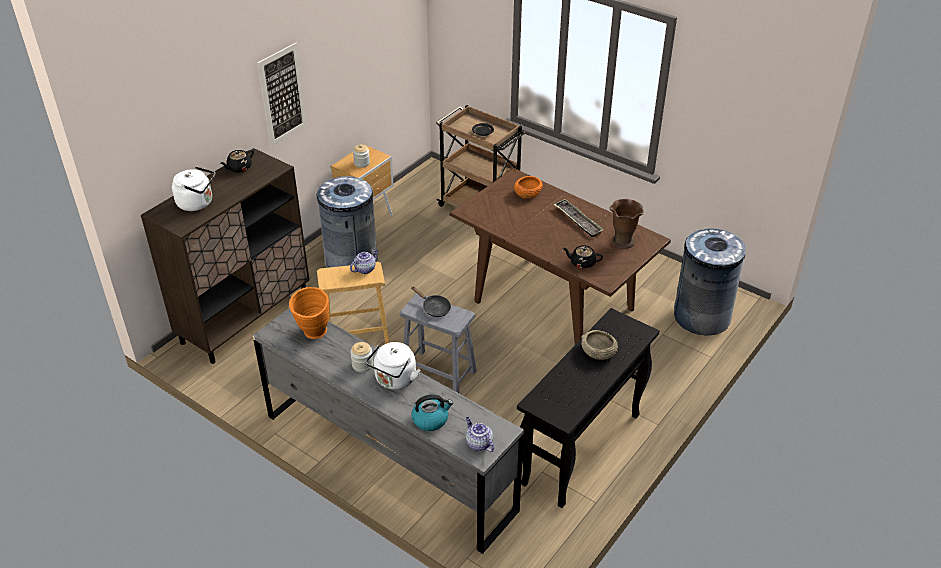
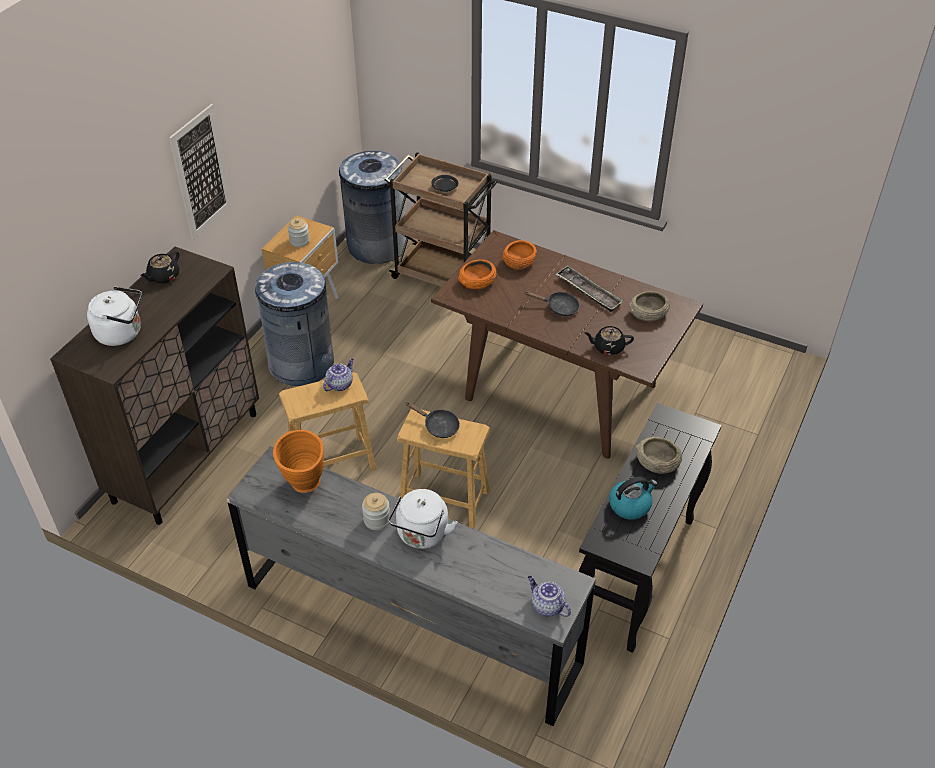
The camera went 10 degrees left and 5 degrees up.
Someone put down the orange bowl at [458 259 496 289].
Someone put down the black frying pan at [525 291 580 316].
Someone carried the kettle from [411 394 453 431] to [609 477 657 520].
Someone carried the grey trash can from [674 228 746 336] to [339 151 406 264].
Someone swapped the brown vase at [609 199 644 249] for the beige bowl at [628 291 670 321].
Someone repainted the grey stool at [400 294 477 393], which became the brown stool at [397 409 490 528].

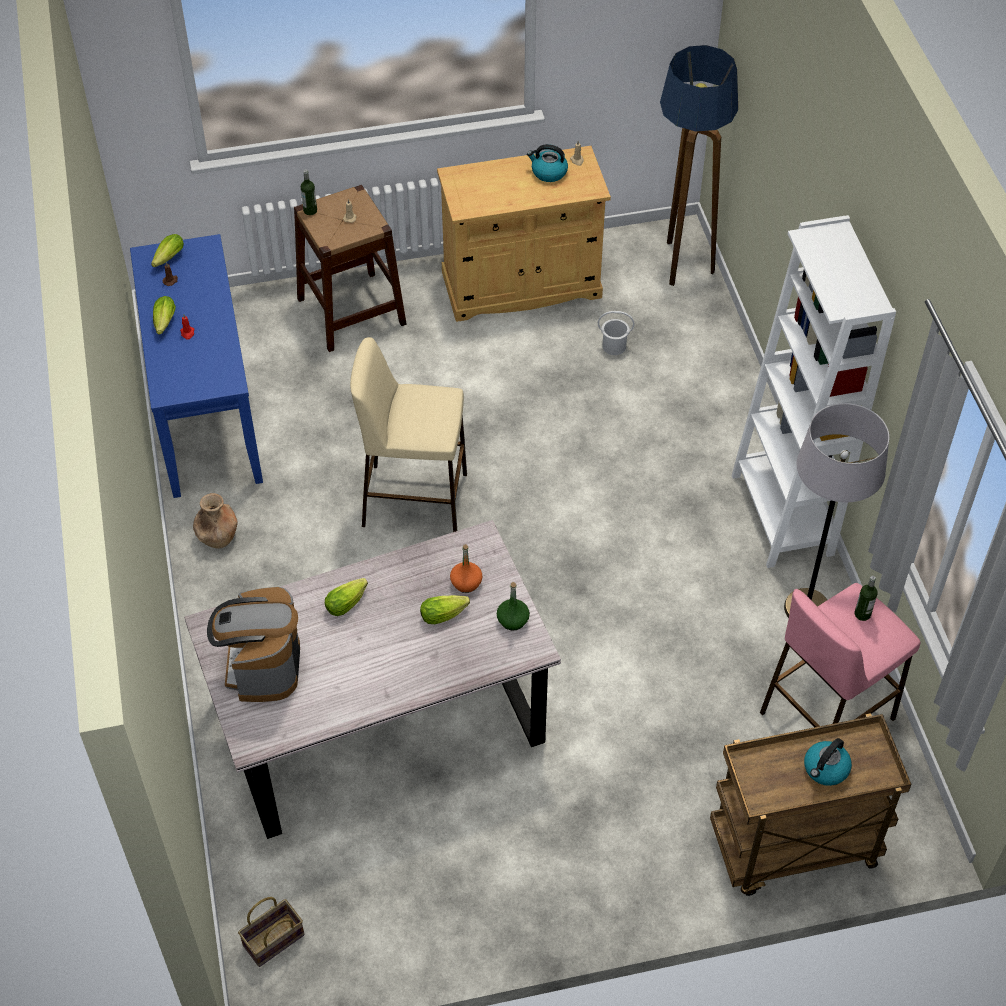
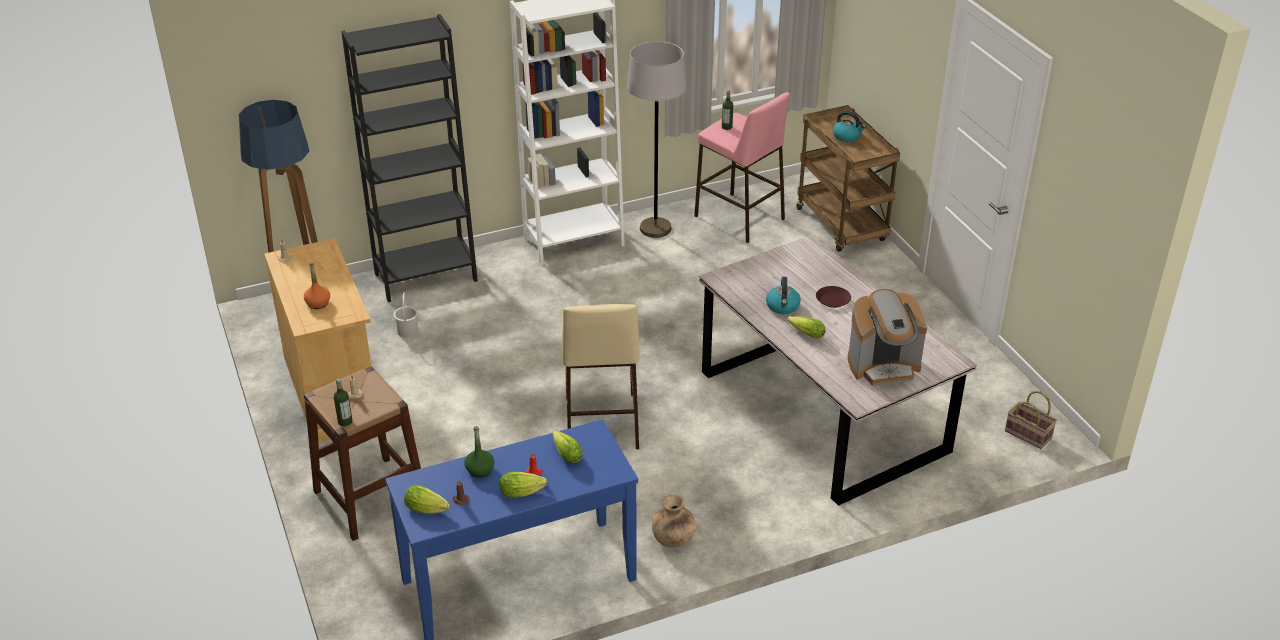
The camera went 100 degrees left and 15 degrees down.
Someone put down the black bookcase at [341 14 478 302].
Someone put down the brown plate at [816 286 851 308].
Someone carried the lettuce from [420 595 470 624] to [553 430 583 463].
Someone carried the orange bottle from [450 544 482 593] to [304 262 330 309].
Someone carried the green bottle from [497 582 530 631] to [464 426 494 478].
Someone carried the kettle from [527 144 568 182] to [766 277 801 314].

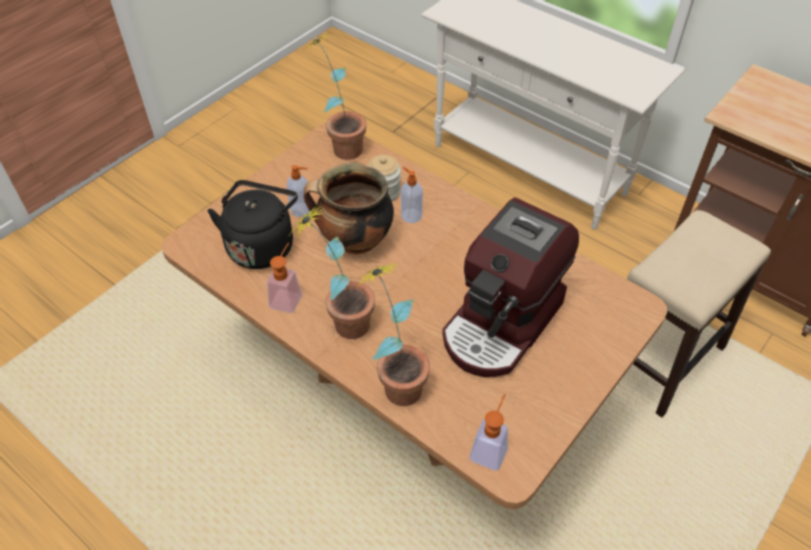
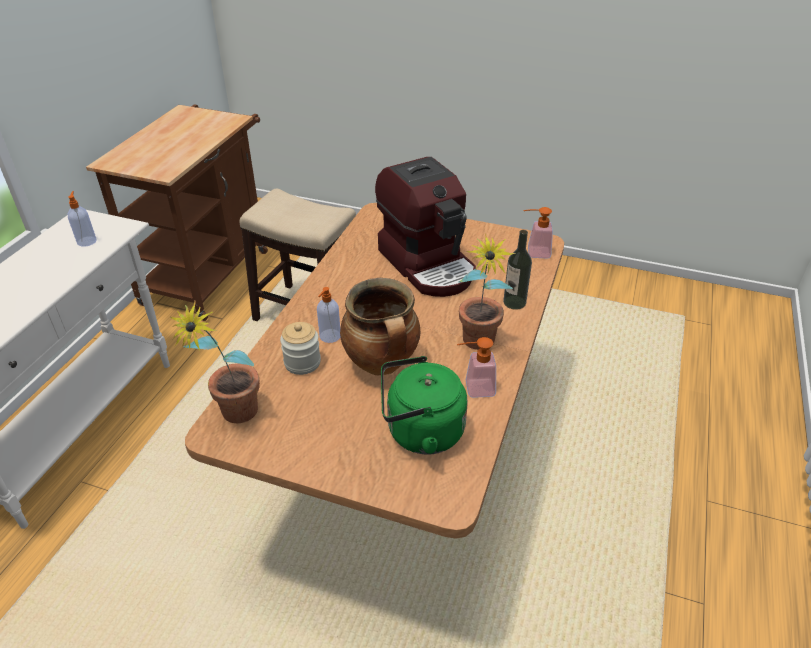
The camera went 110 degrees left and 10 degrees down.
Someone carried the soap dispenser from [287 165 310 217] to [67 191 97 247].
Someone swapped the potted plant at [356 262 430 406] for the bottle at [503 230 532 310].
Someone repainted the black kettle at [207 180 298 269], which became the green kettle at [381 356 468 454].
Someone rotated the coffee machine at [442 197 579 377] by 45 degrees clockwise.

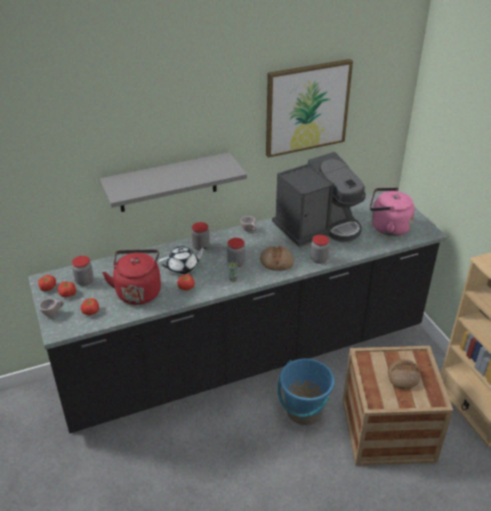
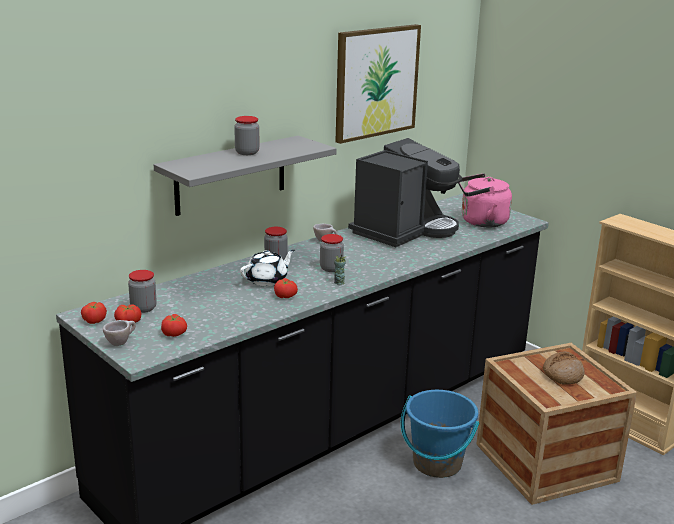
The camera went 20 degrees left and 15 degrees down.
Someone took away the red kettle at [102 249 161 305].
Someone took away the bread at [260 246 294 271].
Someone carried the jar from [310 235 330 264] to [234 116 259 155].

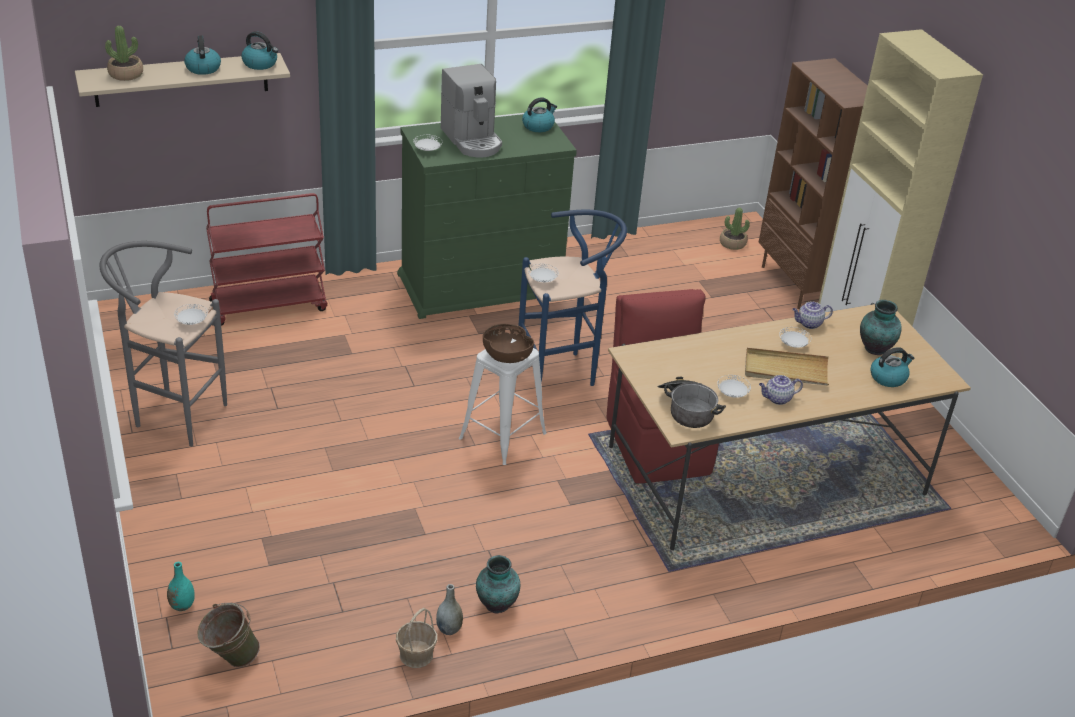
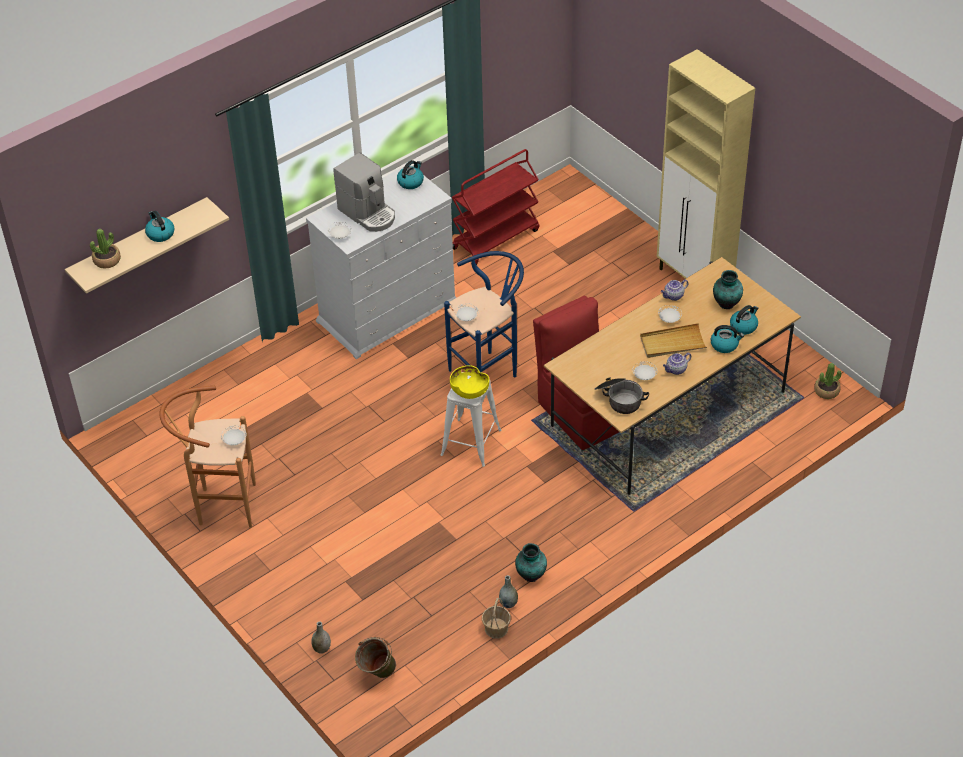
The camera went 15 degrees left and 10 degrees up.
Someone took away the brown bookcase at [759 58 868 309].
Someone carried the red cart from [206 193 327 326] to [452 149 539 265].
Someone carried the kettle from [242 31 278 70] to [711 325 744 353].
Someone carried the potted plant from [720 208 750 250] to [814 363 842 399].
Someone repainted the grey stool at [100 241 227 447], which became the brown stool at [159 386 256 528].
Someone repainted the turquoise vase at [167 562 195 611], which became the grey vase at [311 621 331 654].
Someone repainted the green dresser at [397 114 577 319], which became the white dresser at [306 165 456 359].
Someone repainted the brown bowl at [483 324 534 363], which became the yellow bowl at [450 365 489 399].

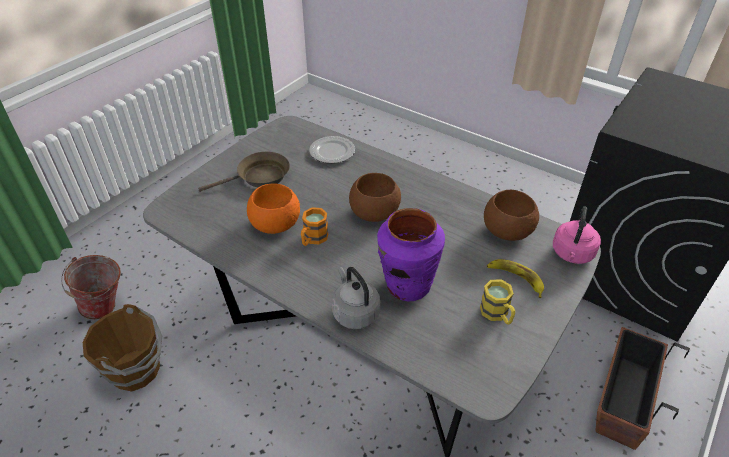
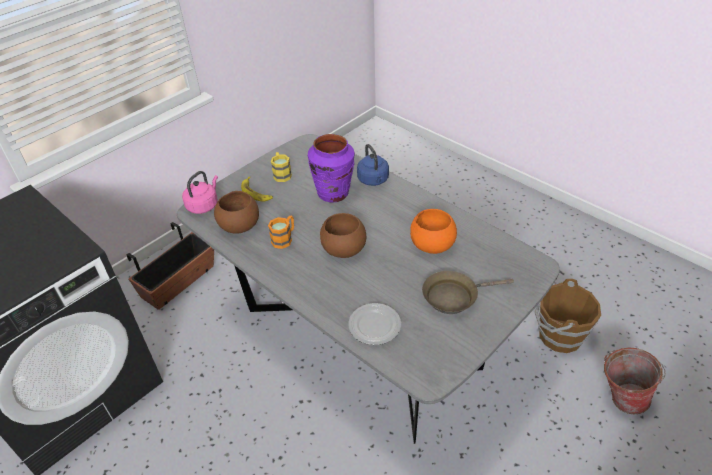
The camera went 170 degrees left and 0 degrees up.
Someone carried the orange mug from [301 207 328 246] to [268 216 294 249].
Someone repainted the grey kettle at [332 267 380 329], which became the blue kettle at [357 144 389 186].

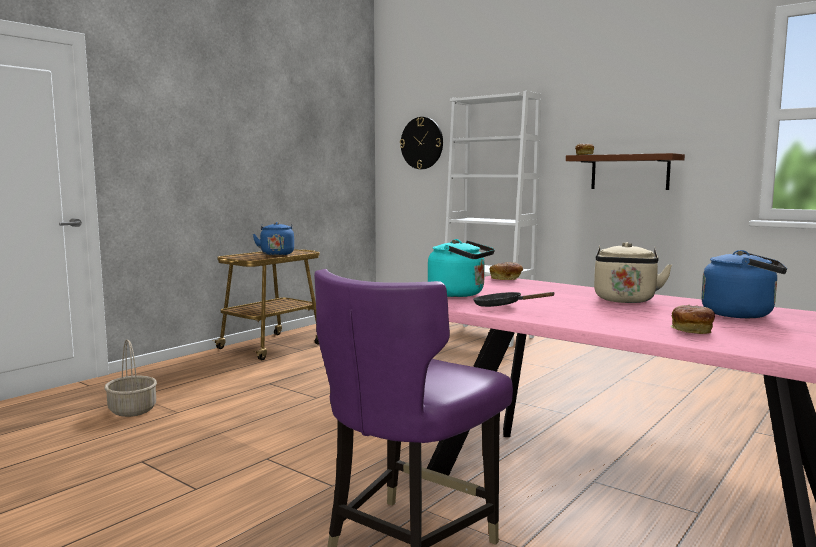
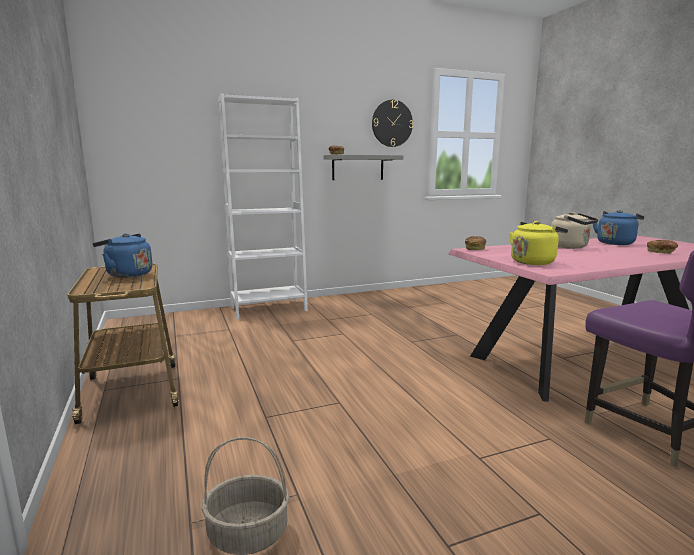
The camera went 60 degrees left and 5 degrees up.
Someone took away the black frying pan at [473 292 554 307].
Someone carried the wall clock from [400 117 443 169] to [372 100 413 147].
Someone repainted the turquoise kettle at [428 239 495 297], which became the yellow kettle at [509 221 568 265].
Someone repainted the brown shelf at [566 153 685 190], which became the grey shelf at [323 154 404 180].

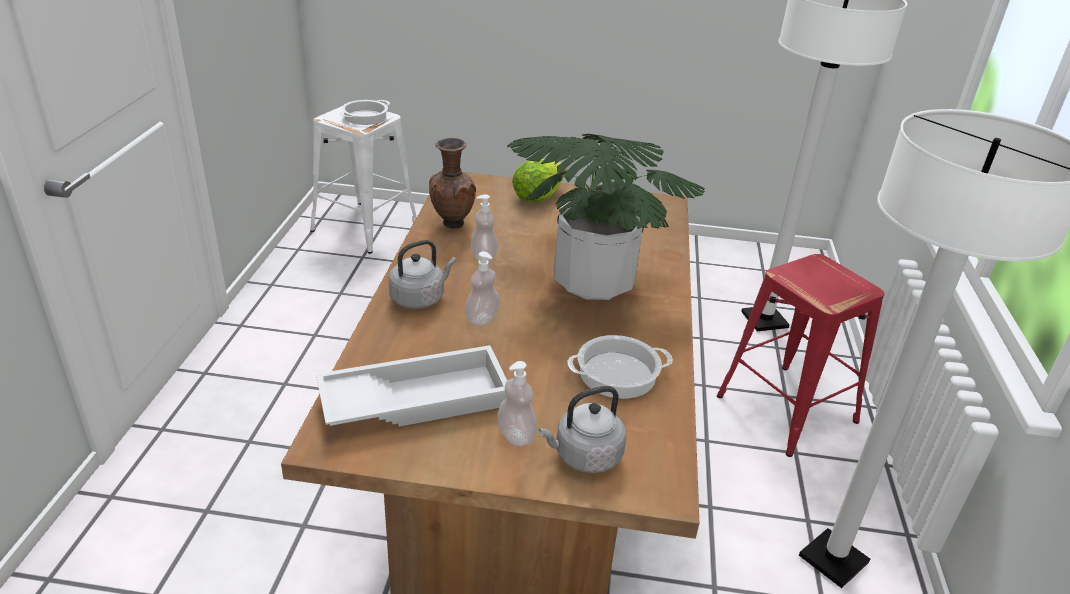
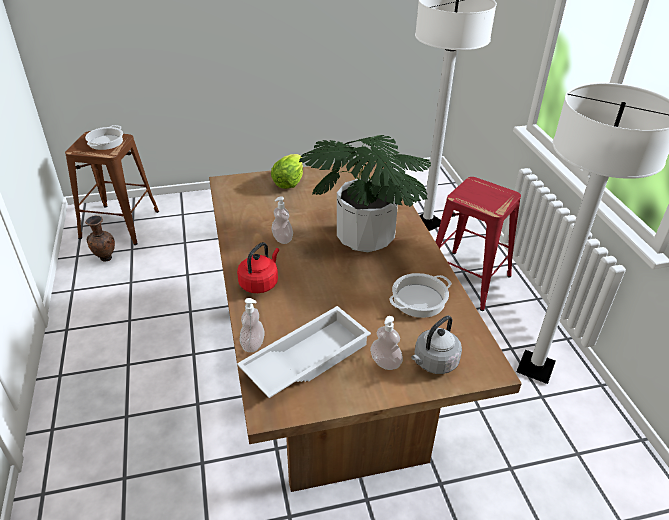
The camera went 20 degrees left and 5 degrees up.
Someone carried the brown vase from [429 137 476 229] to [85 215 115 262].
Someone carried the soap dispenser from [465 251 500 326] to [240 298 265 352].
Someone repainted the white stool at [310 106 417 254], which became the brown stool at [65 131 159 245].
Someone repainted the grey kettle at [389 240 456 309], which became the red kettle at [237 242 279 293].

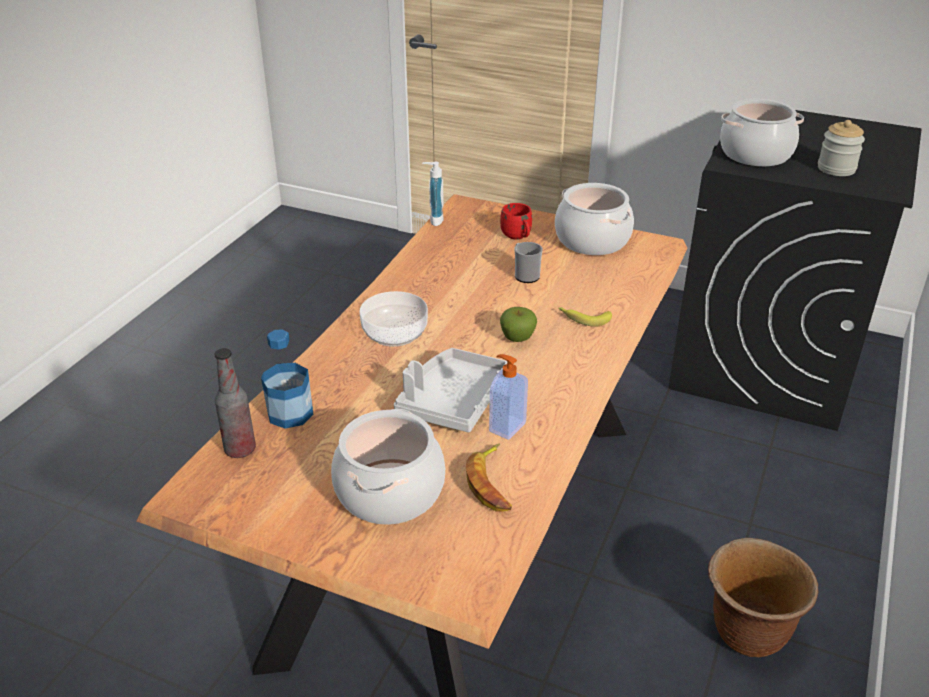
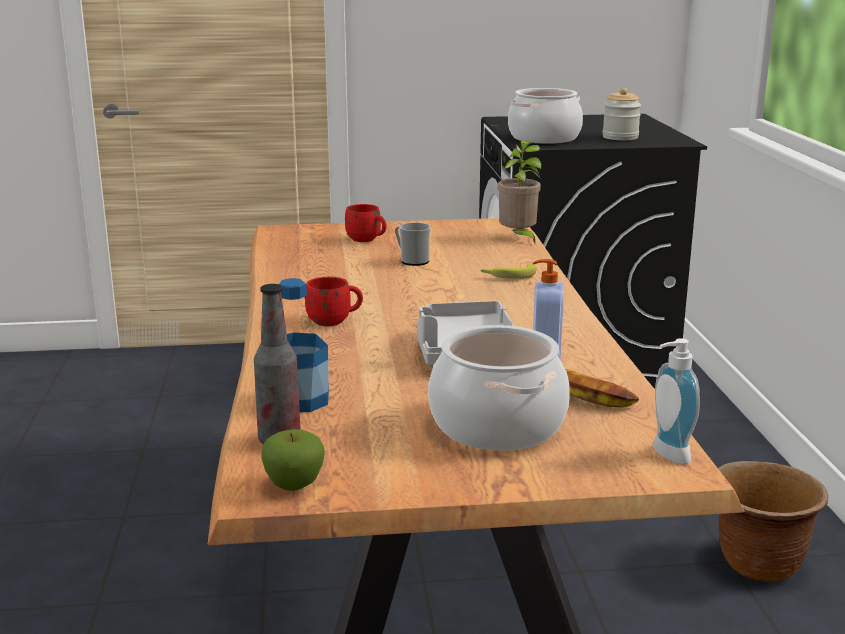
The camera went 30 degrees left and 15 degrees down.
Someone took away the cooking pot at [555 183 634 255].
Someone put down the potted plant at [498 140 542 243].
Someone carried the soap dispenser from [422 162 444 226] to [653 338 700 465].
Someone carried the apple from [500 307 537 342] to [261 429 325 491].
Someone swapped the bowl at [360 291 428 347] for the red mug at [305 277 363 326].

